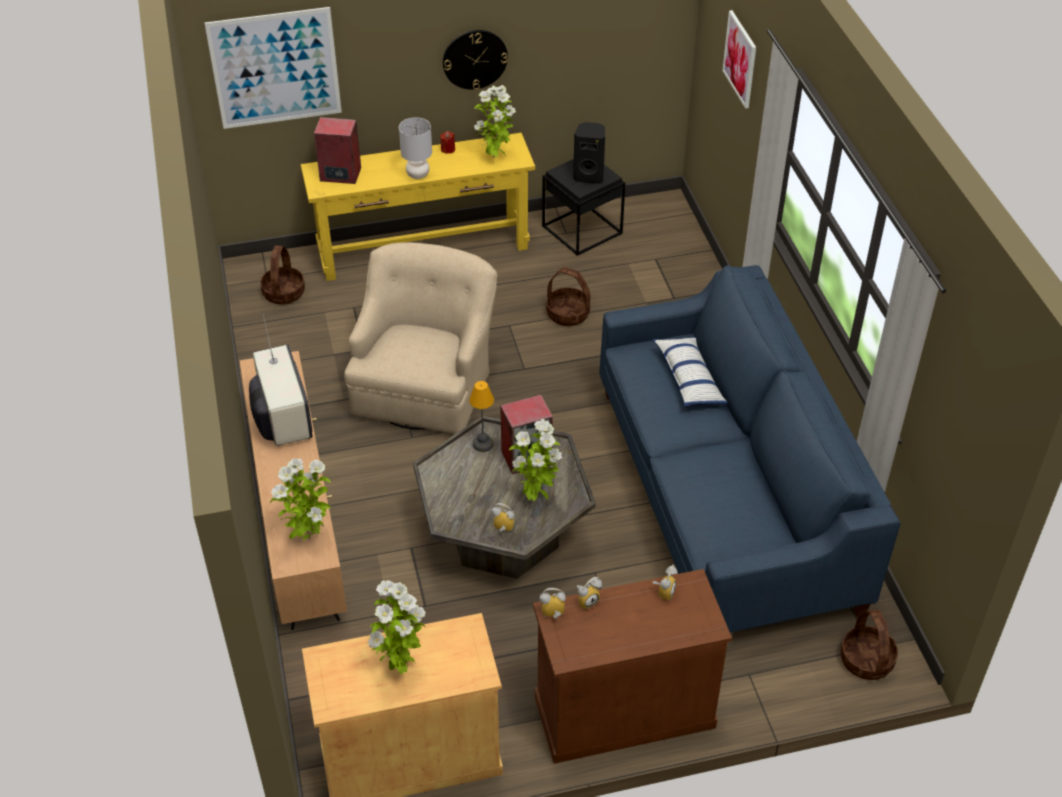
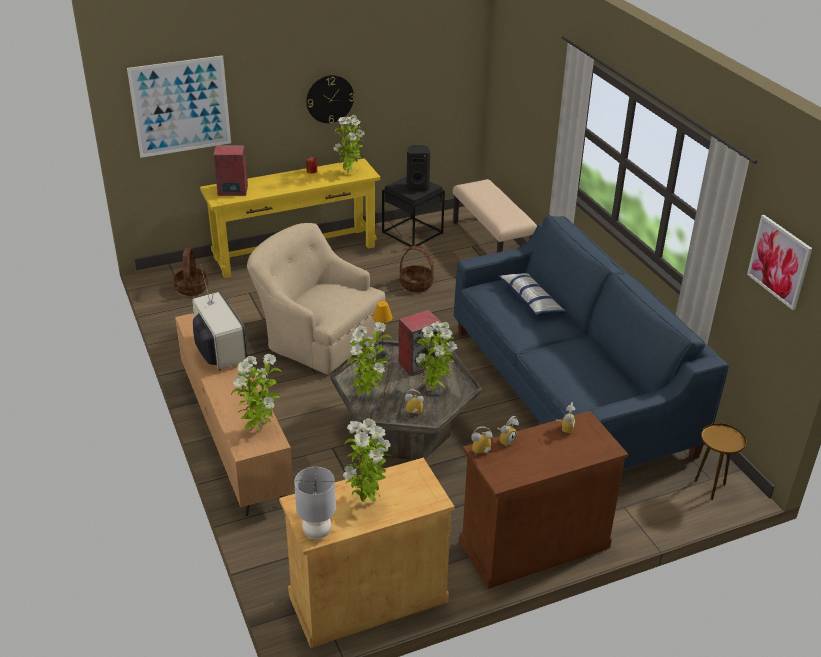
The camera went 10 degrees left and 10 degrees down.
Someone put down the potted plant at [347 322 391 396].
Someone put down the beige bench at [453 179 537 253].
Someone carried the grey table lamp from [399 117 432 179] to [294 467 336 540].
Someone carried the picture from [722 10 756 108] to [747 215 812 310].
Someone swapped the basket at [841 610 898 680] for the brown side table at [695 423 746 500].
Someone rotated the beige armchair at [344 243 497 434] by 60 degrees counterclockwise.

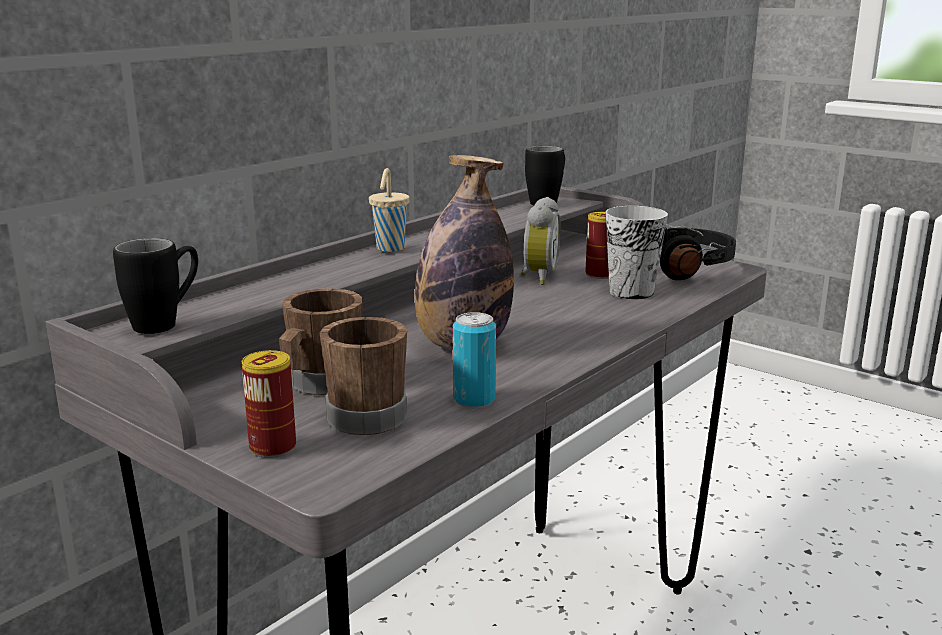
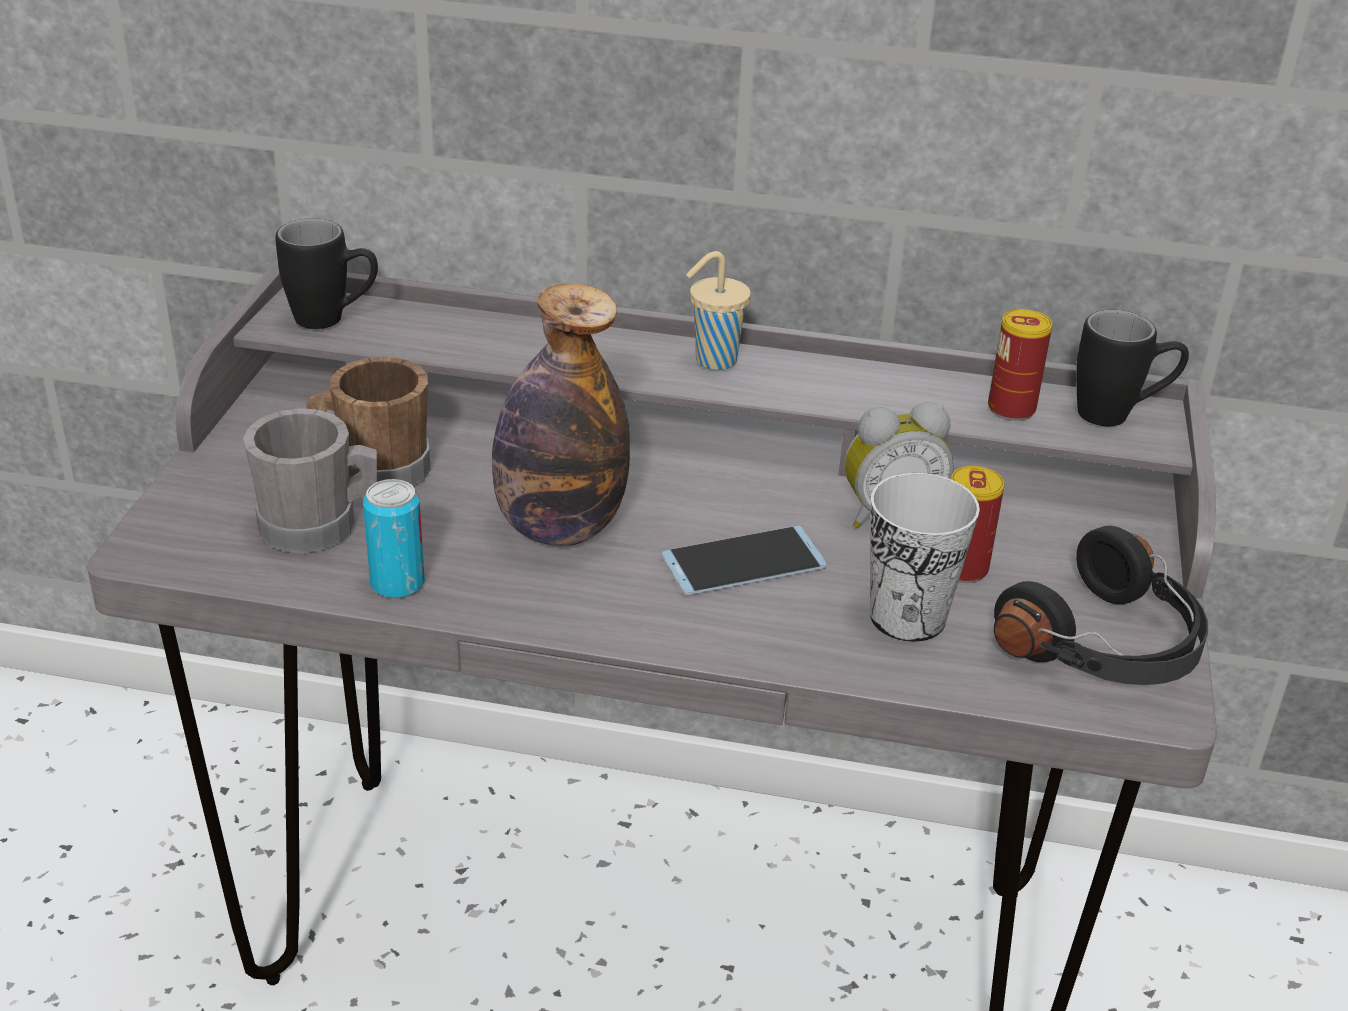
The camera went 60 degrees right and 15 degrees up.
Someone put down the phone at [662 525 827 595].
Someone carried the can from [242 350 296 458] to [988 309 1052 421].
Someone repainted the brown mug at [320 317 407 435], which became the grey mug at [243 408 377 553].

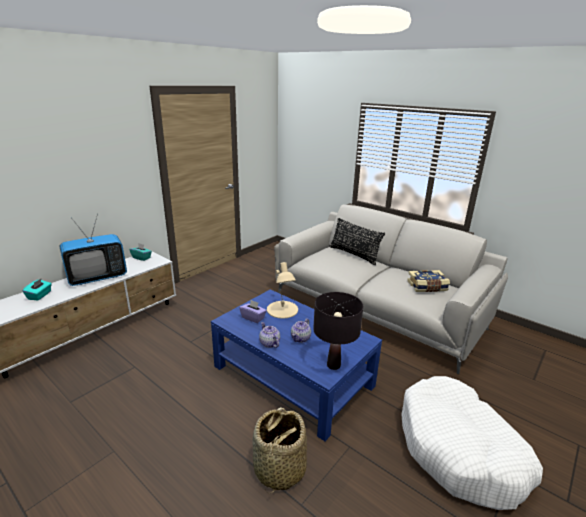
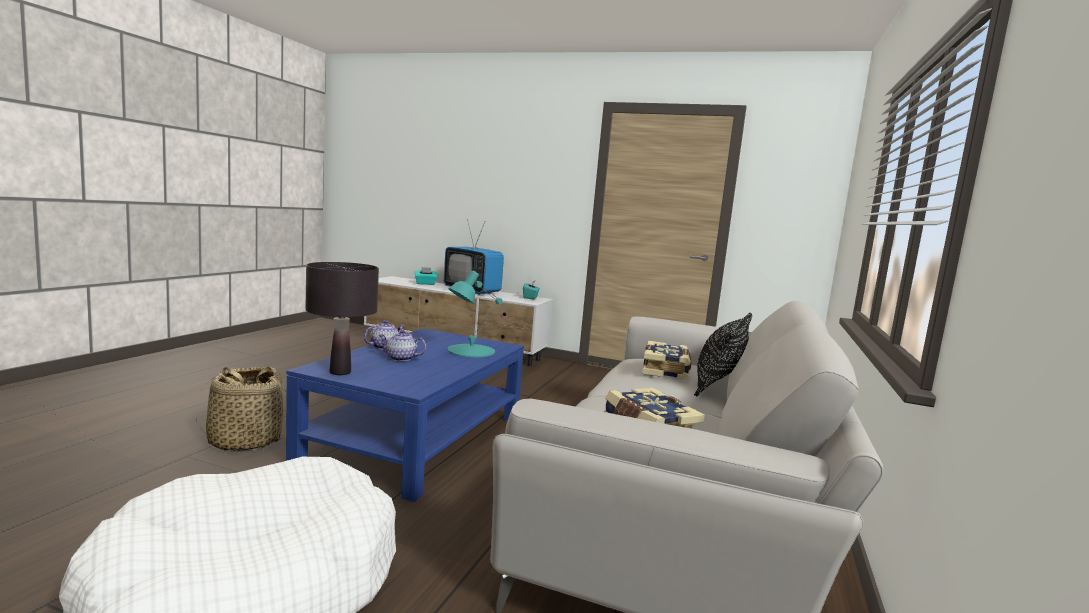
The camera went 70 degrees right and 15 degrees down.
Someone took away the purple tissue box at [239 300 267 323].
Someone put down the book at [642 341 692 380].
Someone repainted the beige table lamp at [267 262 298 319], which became the turquoise table lamp at [447 271 502 357].

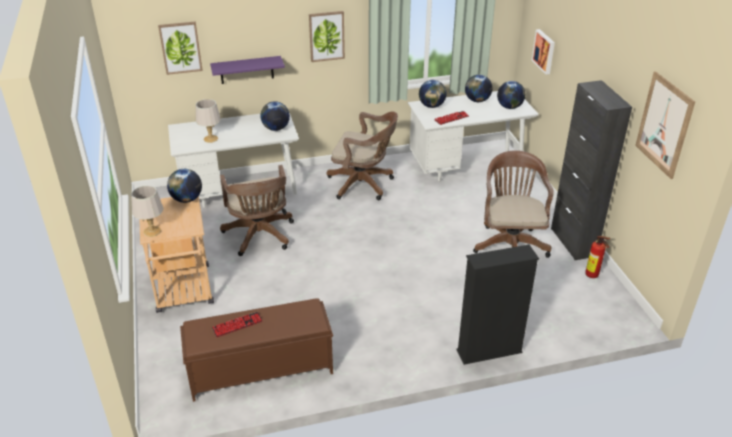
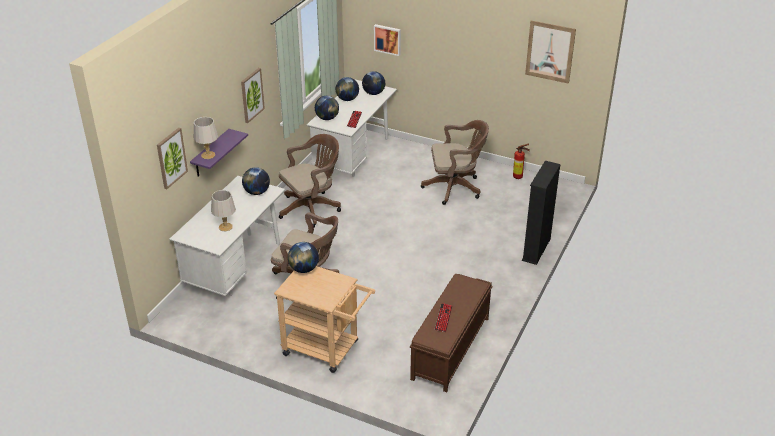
The camera went 50 degrees left and 0 degrees up.
Someone took away the black cabinet at [551 80 632 260].
Someone carried the grey table lamp from [131 185 163 237] to [194 117 218 159].
Someone rotated the brown office chair at [473 150 554 258] by 135 degrees clockwise.

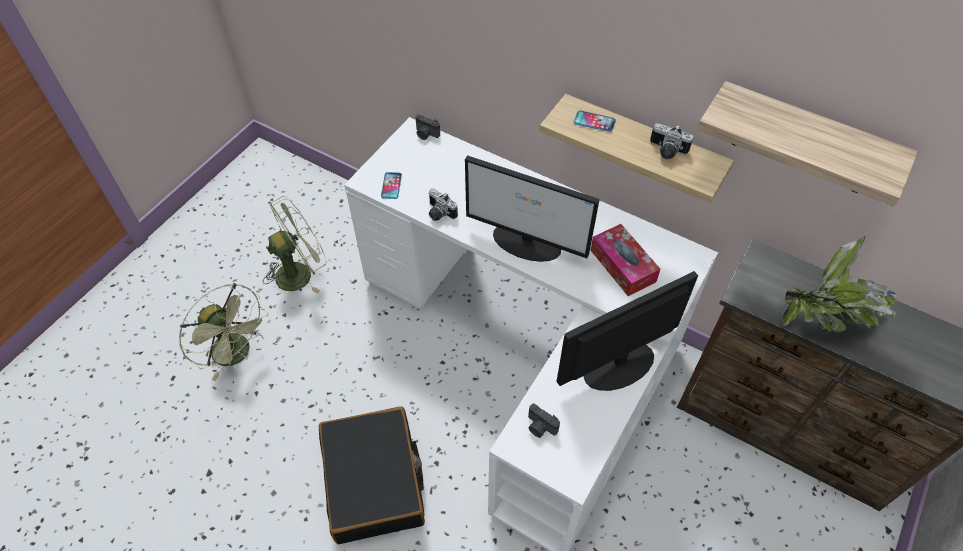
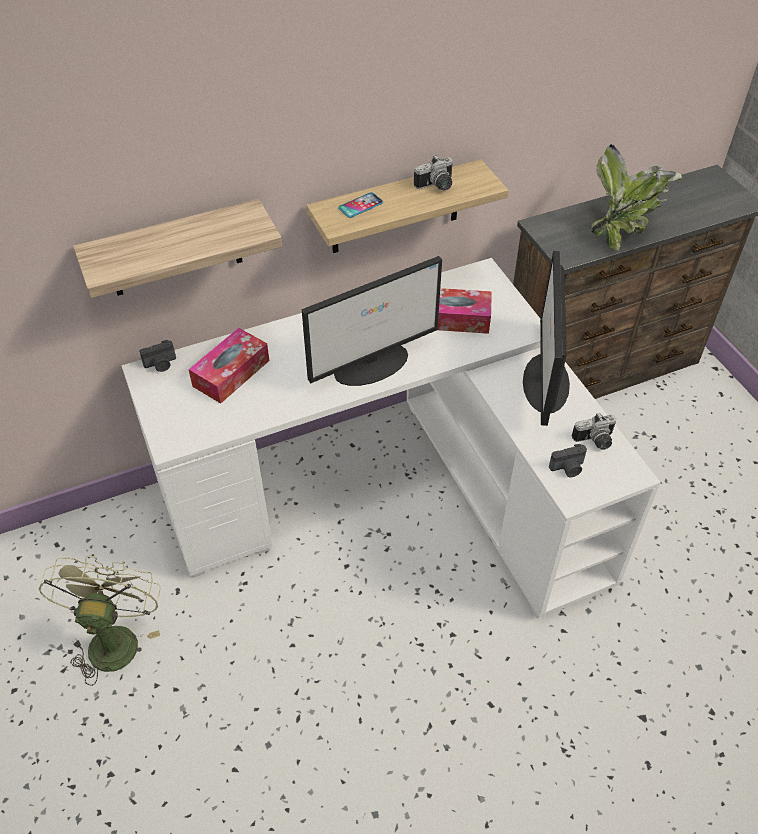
The camera went 55 degrees left and 5 degrees down.
Someone took away the green fan at [179 283 269 381].
Someone took away the black suitcase at [319 407 425 544].
Someone took away the phone at [381 172 402 199].
Someone put down the tissue box at [188 328 269 404].
Someone carried the photo camera from [428 188 458 221] to [572 413 616 450].
Someone carried the shelf from [697 81 918 207] to [73 199 282 298].

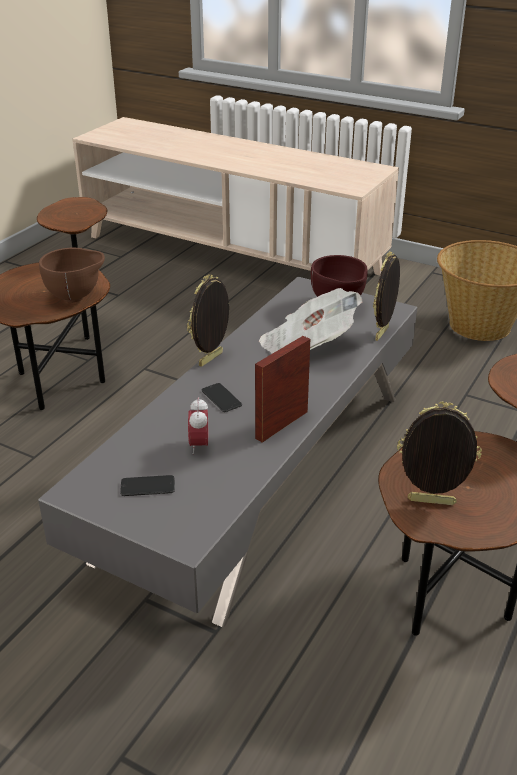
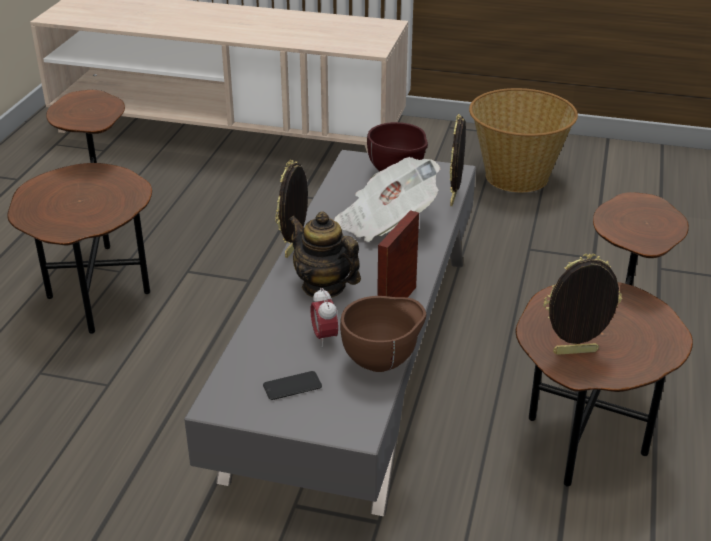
The camera went 15 degrees left and 0 degrees up.
Someone carried the brown bowl from [39 248 105 303] to [340 296 426 372].
Someone swapped the phone at [202 383 242 412] for the teapot at [288 211 361 298].

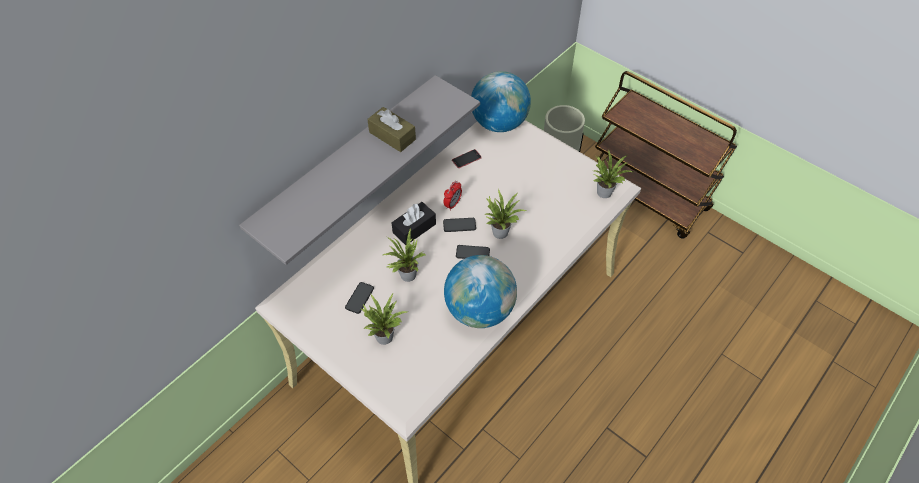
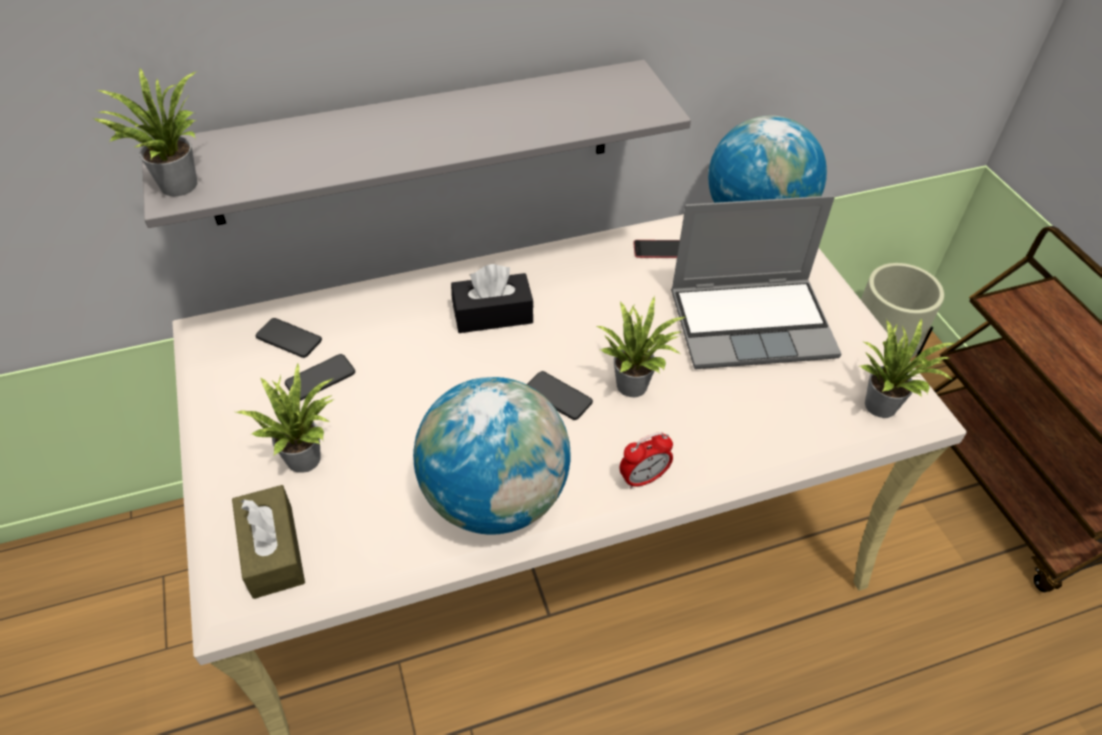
The camera went 30 degrees right and 5 degrees down.
Someone put down the laptop at [671 196 841 369].
Someone carried the brown tissue box from [367 107 416 152] to [232 485 305 599].
Someone carried the potted plant from [383 229 425 282] to [93 68 197 196].
Someone carried the alarm clock from [443 181 462 211] to [619 432 673 489].
Someone carried the phone from [443 218 476 232] to [256 318 322 358].

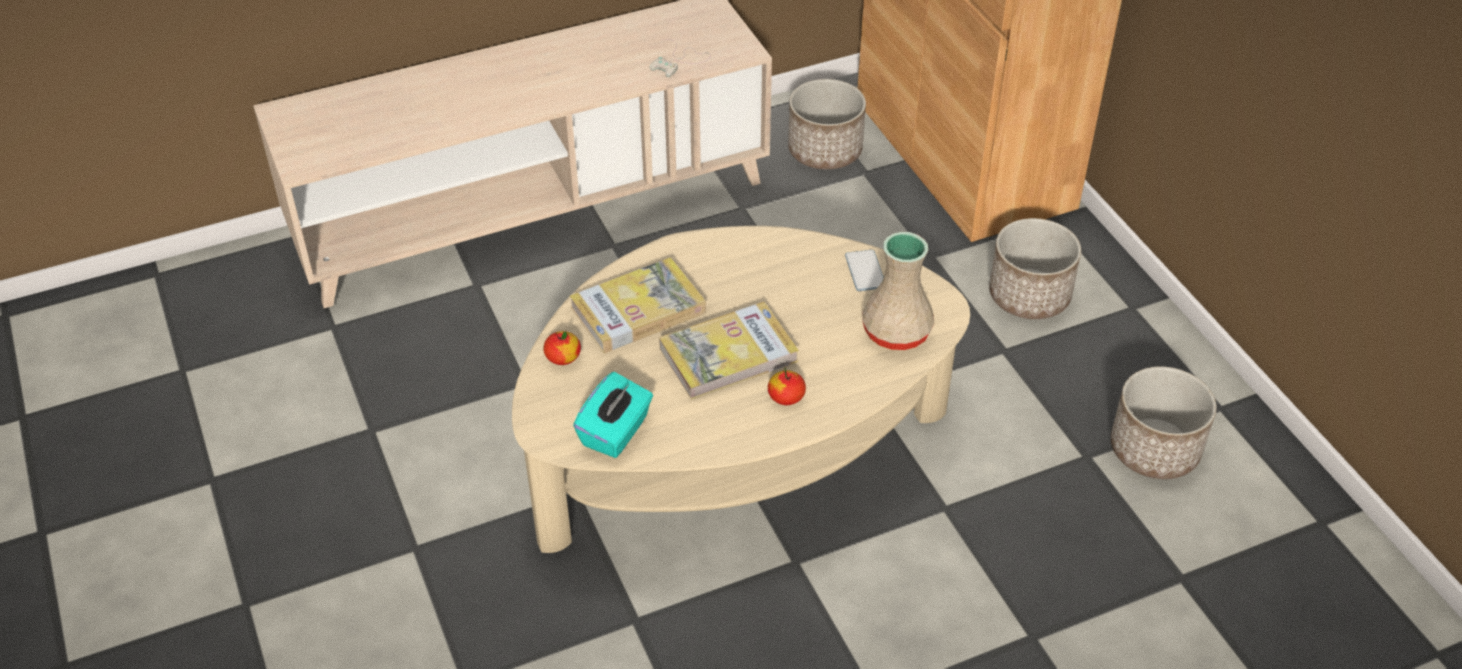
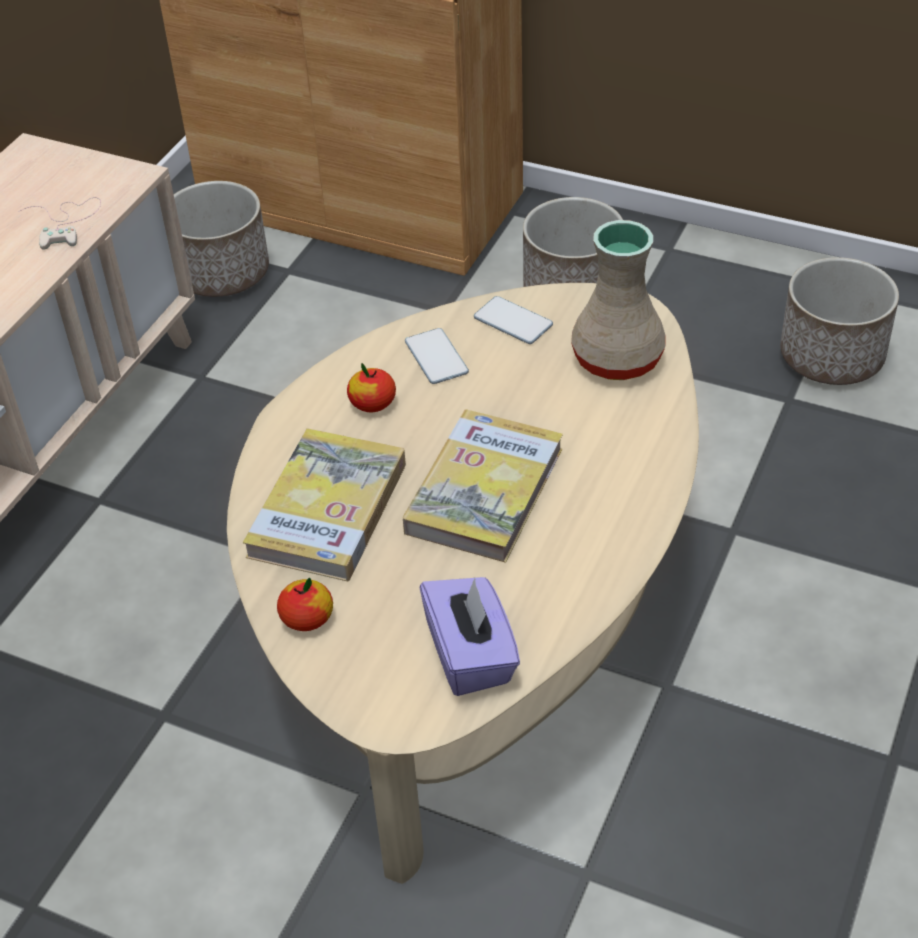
The camera went 40 degrees left and 0 degrees up.
Someone put down the phone at [405 328 469 384].
Someone carried the apple from [768 367 806 405] to [347 363 396 412].
Someone repainted the turquoise tissue box at [573 372 653 458], which became the purple tissue box at [419 577 520 696].

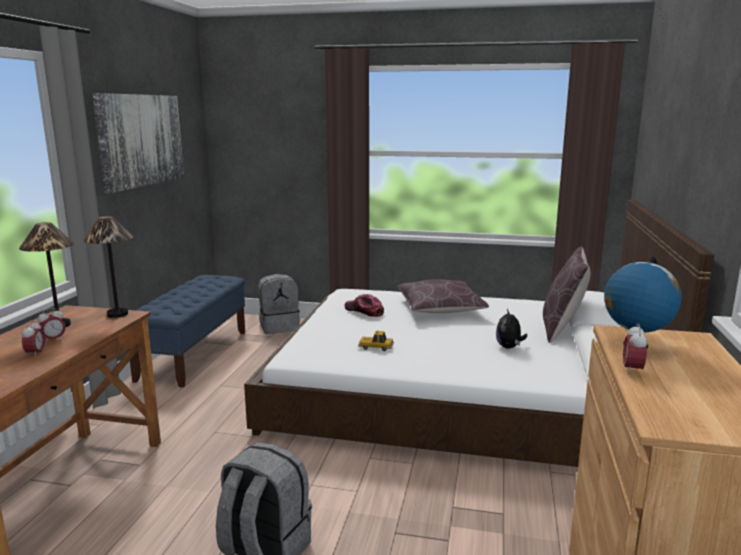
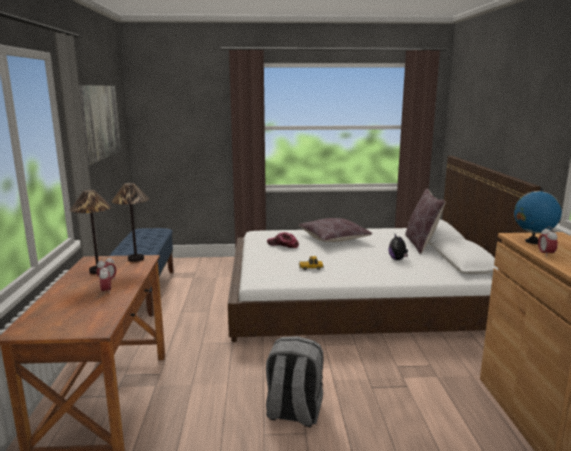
The camera went 15 degrees left and 0 degrees up.
Someone took away the grey backpack at [258 274 300 334].

